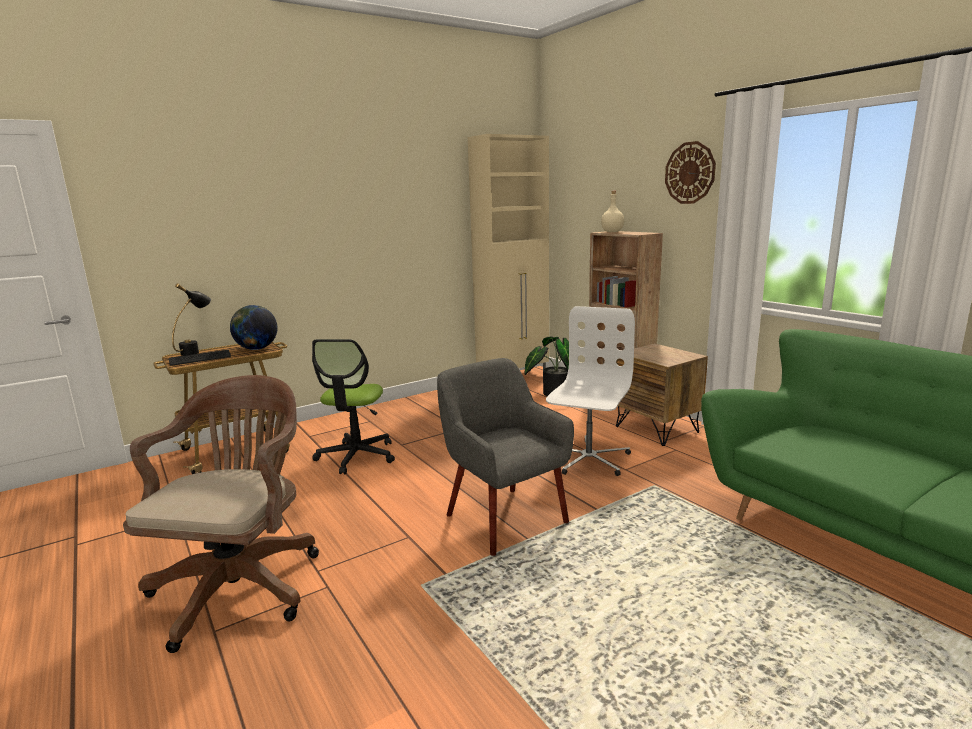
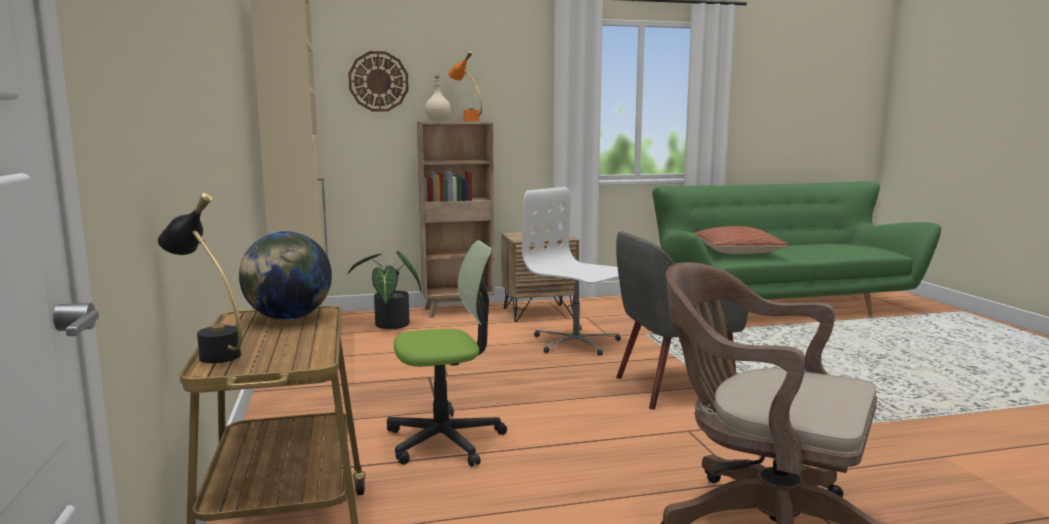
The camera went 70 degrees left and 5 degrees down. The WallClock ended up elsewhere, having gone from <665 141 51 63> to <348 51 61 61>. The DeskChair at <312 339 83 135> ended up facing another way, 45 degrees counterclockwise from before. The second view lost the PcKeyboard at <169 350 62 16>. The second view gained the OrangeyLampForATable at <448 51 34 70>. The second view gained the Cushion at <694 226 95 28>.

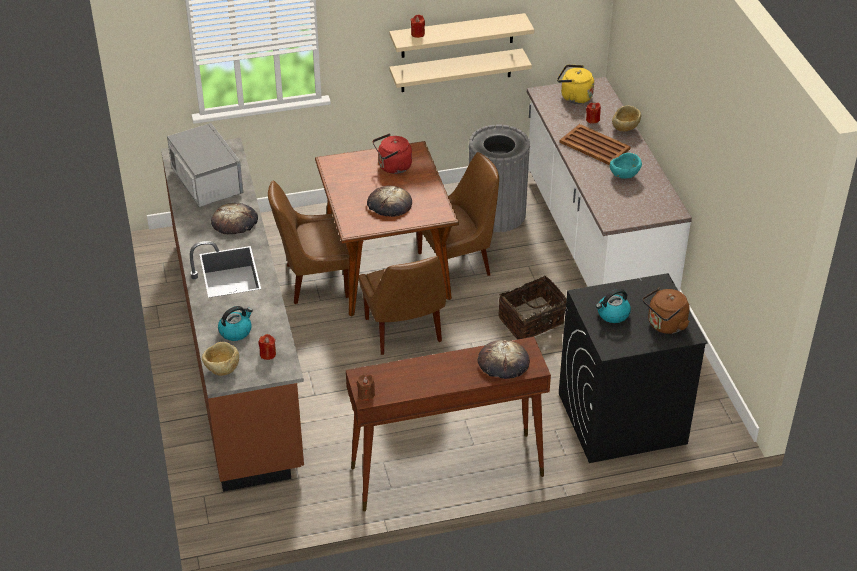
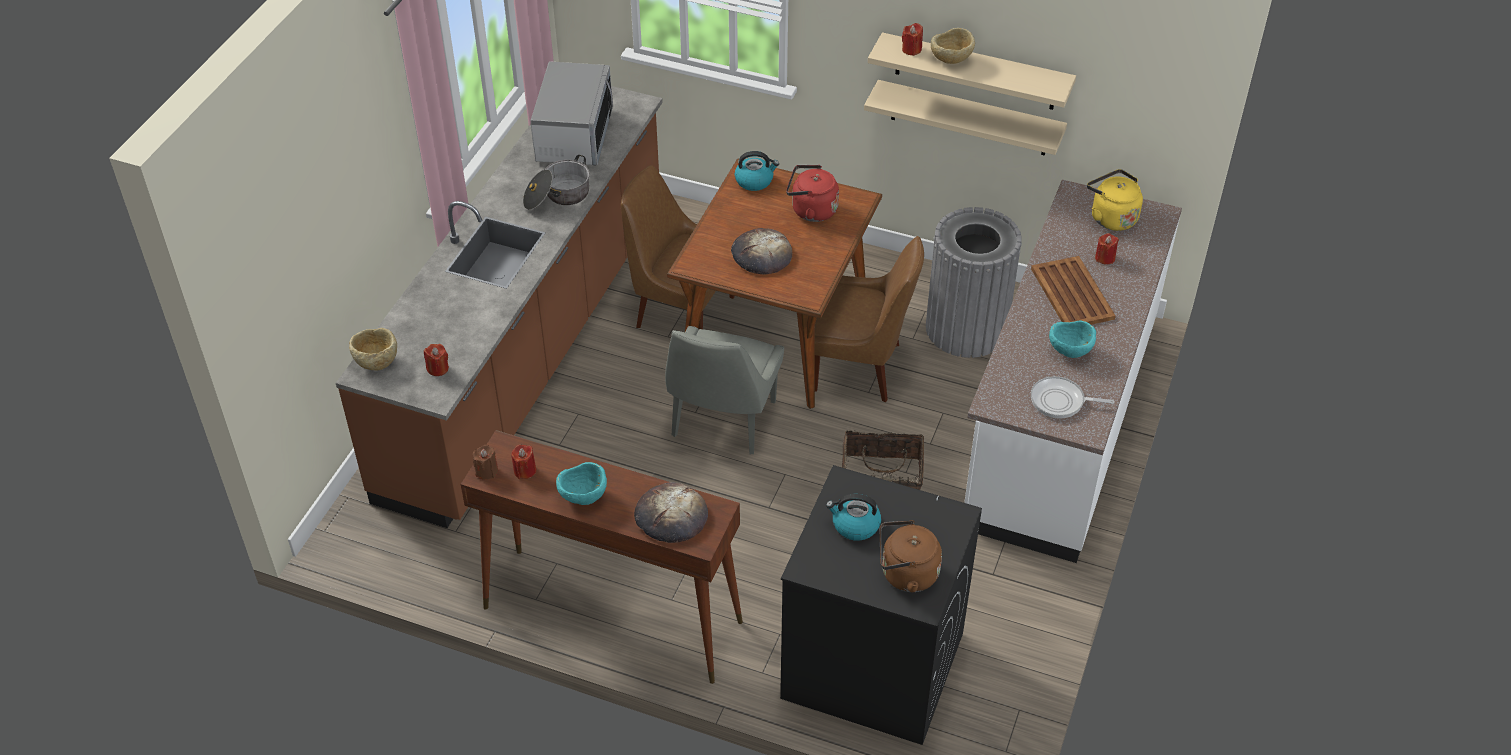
The camera went 35 degrees right and 5 degrees up. The BeigeBowl ended up elsewhere, having gone from <612 105 29 27> to <931 28 44 36>. Where the BakedBread stood at <211 203 47 31>, the Stockpot came to stand at <523 155 66 55>. What was the BrownishChair at <359 256 87 99> turned into the GrayChair at <665 326 119 128>. The WaterKettle ended up elsewhere, having gone from <218 306 35 35> to <735 151 44 40>. The second view gained the Pan at <1031 376 83 43>. The second view gained the RedColouredCandle at <511 445 25 34>. The second view gained the BlueGreenBowl at <556 462 51 43>.

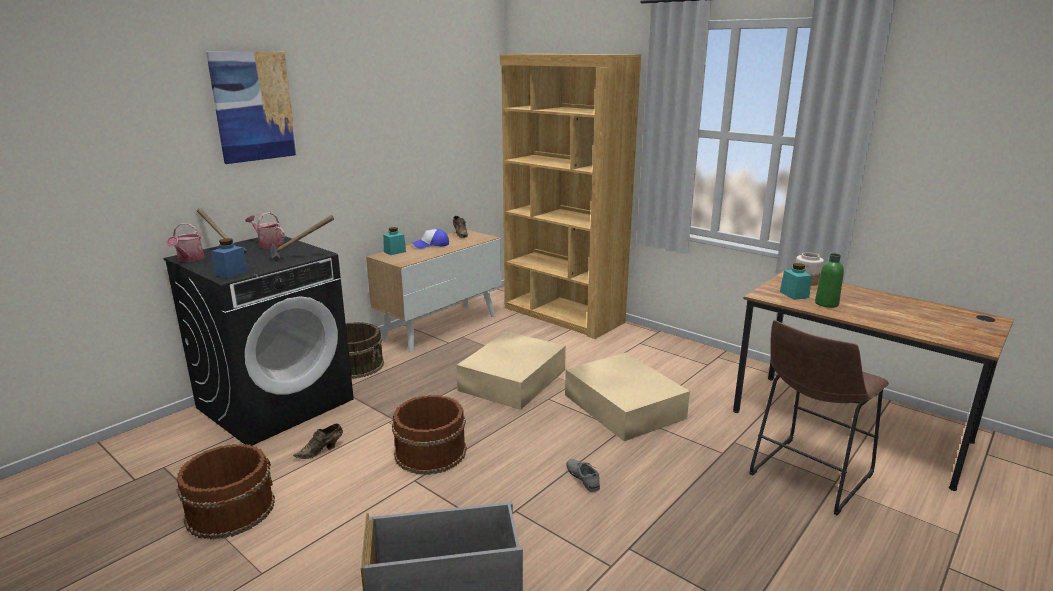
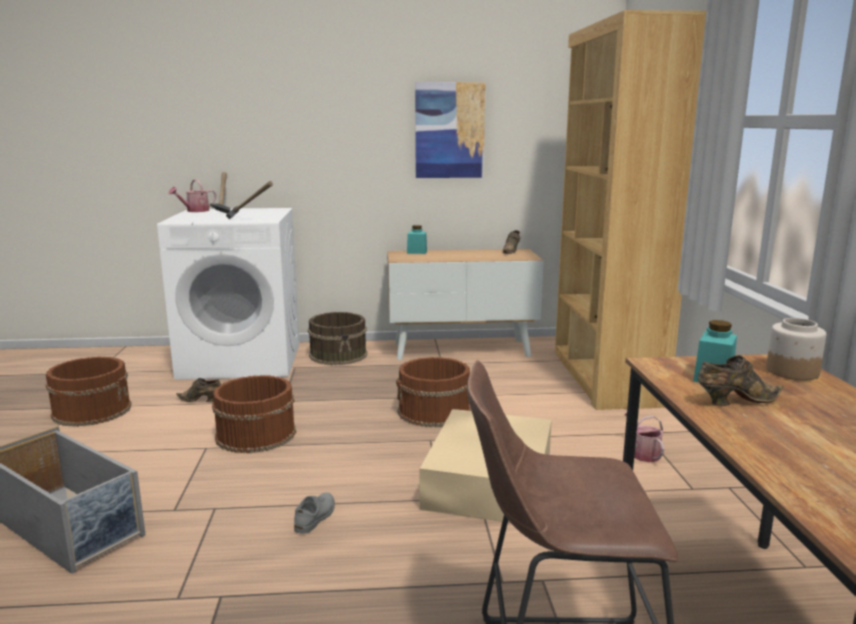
The camera went 45 degrees right and 5 degrees down. The WallArt ended up elsewhere, having gone from <206 52 91 112> to <415 82 71 96>. The WateringPot ended up elsewhere, having gone from <246 212 39 37> to <625 413 39 49>. The second view lost the BaseballCap at <413 229 36 20>. What was the BlackColouredLaundryMachine at <164 236 190 210> turned into the WhiteLaundryMachine at <157 208 143 172>. The second view lost the BlueColouredPreserveJar at <212 238 36 40>. Where the GreenColouredBeverageBottle stood at <815 253 29 55>, the BrownishLowShoe came to stand at <697 355 87 51>. Where the BeigeStorageBox stood at <457 332 109 78>, the BrownishBucket came to stand at <396 357 75 71>.

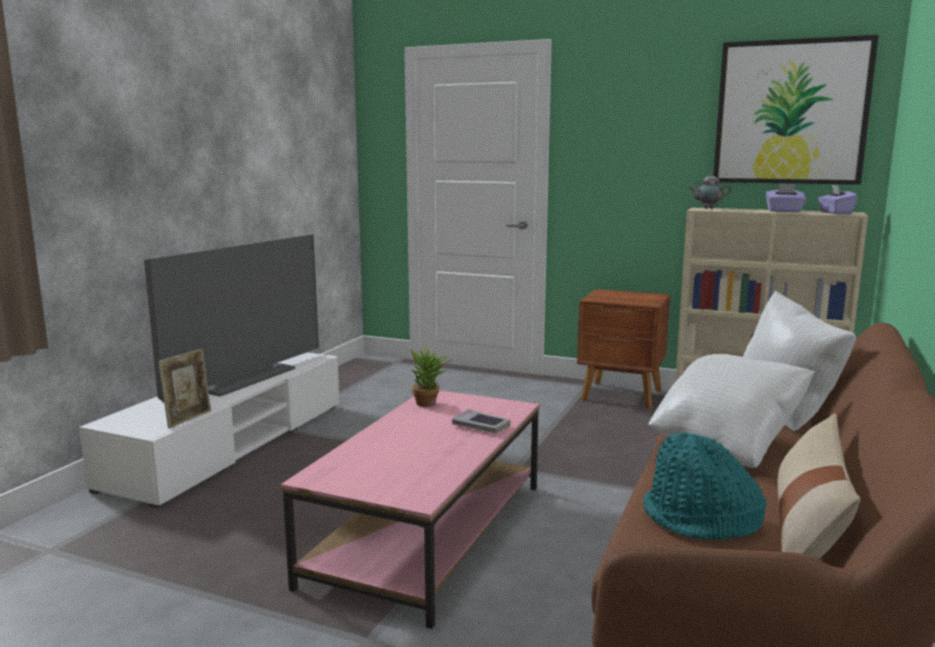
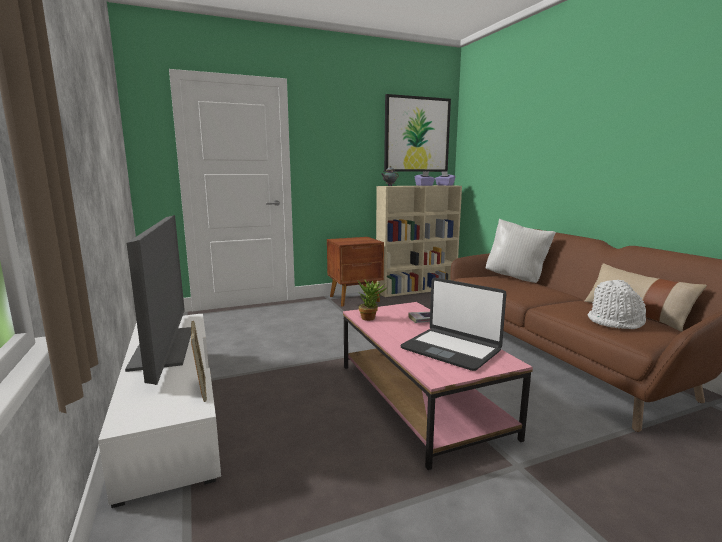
The camera went 45 degrees left and 0 degrees up. The second view lost the WhiteCushion at <649 354 166 114>. What was the BlueGreenWearableHat at <643 432 124 108> turned into the WhiteWearableHat at <588 280 58 49>. The second view gained the PortableComputer at <400 278 106 93>.

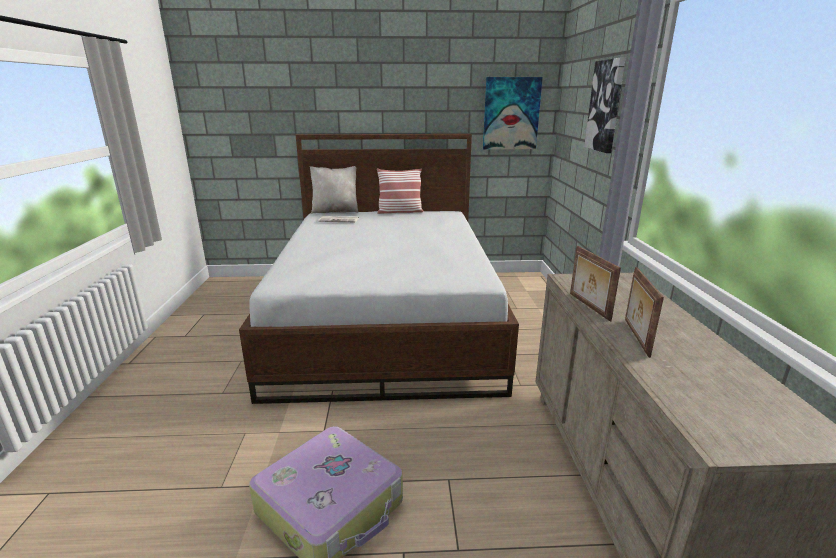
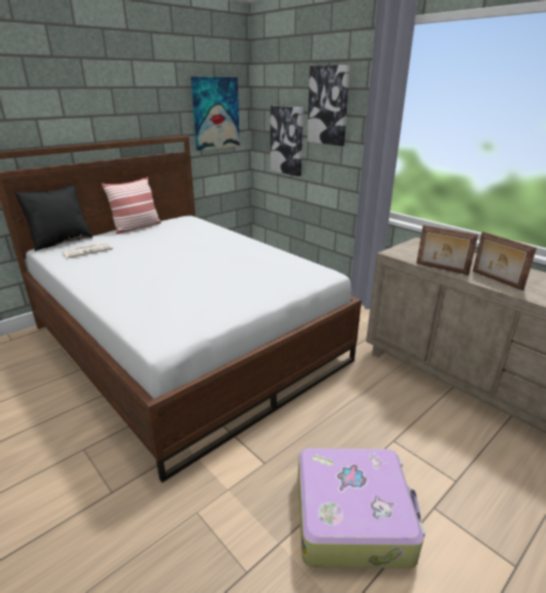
The camera went 40 degrees left and 5 degrees up. What was the BeigeCushion at <310 166 48 48> turned into the BlackColouredCushion at <15 184 78 67>. The second view gained the WallArt at <270 106 33 70>.

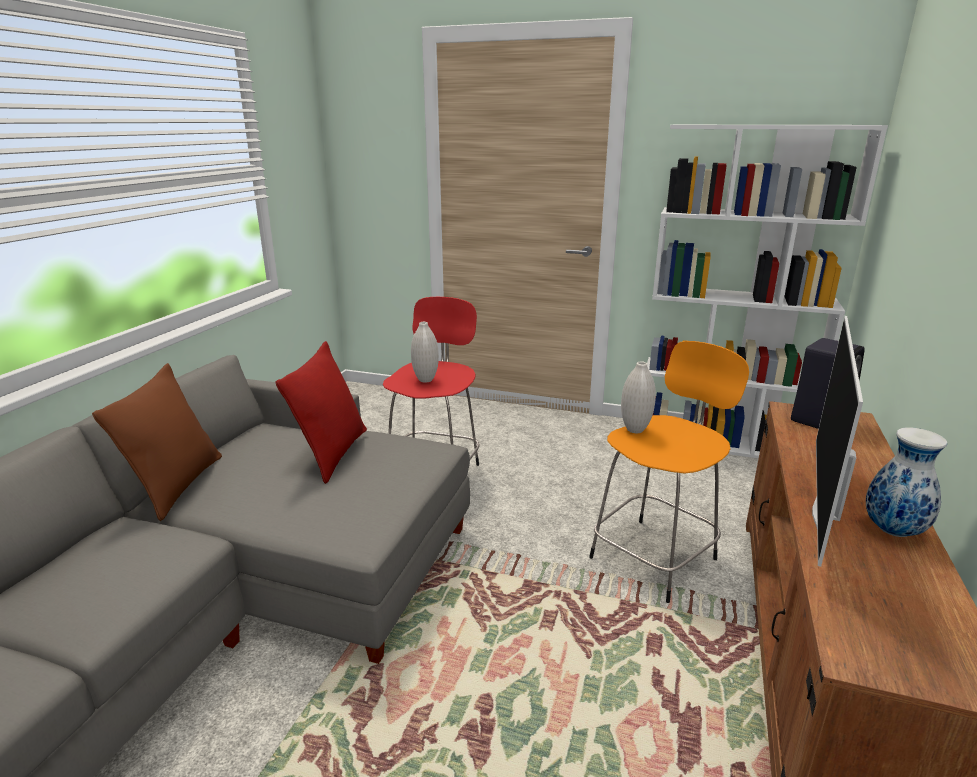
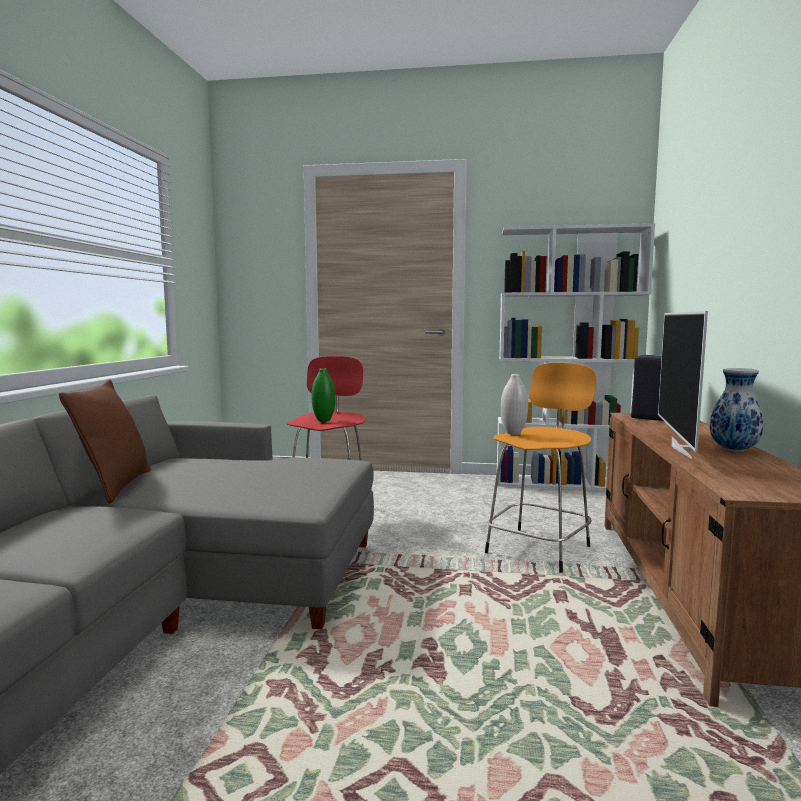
The camera went 10 degrees left and 15 degrees down. What was the WhiteDecorativeVase at <411 322 28 61> turned into the GreenColouredDecorativeVase at <311 368 25 54>. The second view lost the RedColouredCushion at <275 341 92 143>.

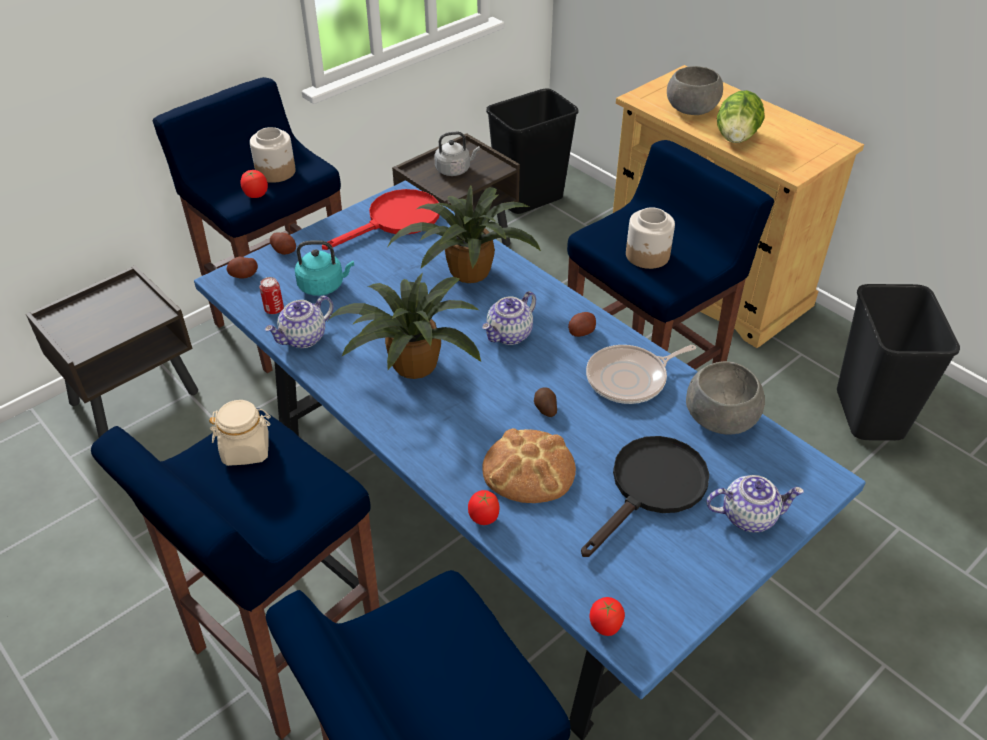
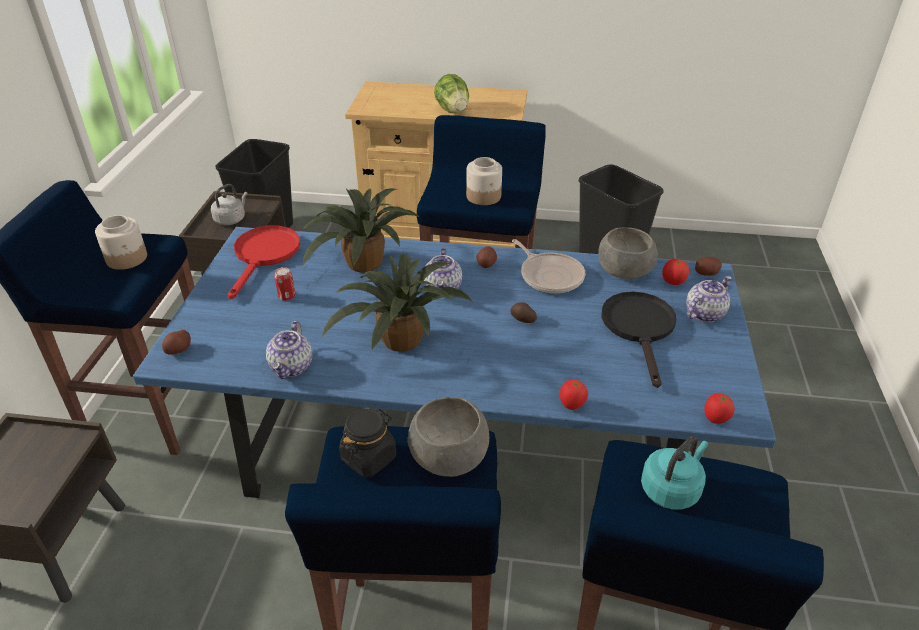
The camera went 40 degrees left and 5 degrees down. The GrayBowl ended up elsewhere, having gone from <667 66 56 49> to <408 397 81 80>. The FreshTomato ended up elsewhere, having gone from <240 170 28 28> to <662 259 27 26>. The Potato ended up elsewhere, having gone from <270 232 26 23> to <695 257 27 19>. The BlueGreenWaterKettle ended up elsewhere, having gone from <295 240 59 56> to <641 436 67 74>. The MetalCan ended up elsewhere, having gone from <260 277 24 37> to <274 267 22 34>. The Pan at <586 345 110 59> ended up facing another way, 60 degrees counterclockwise from before. What was the BeigePreserveJar at <209 400 62 66> turned into the BlackColouredPreserveJar at <339 409 57 68>. The second view lost the BakedBread at <482 428 94 75>.

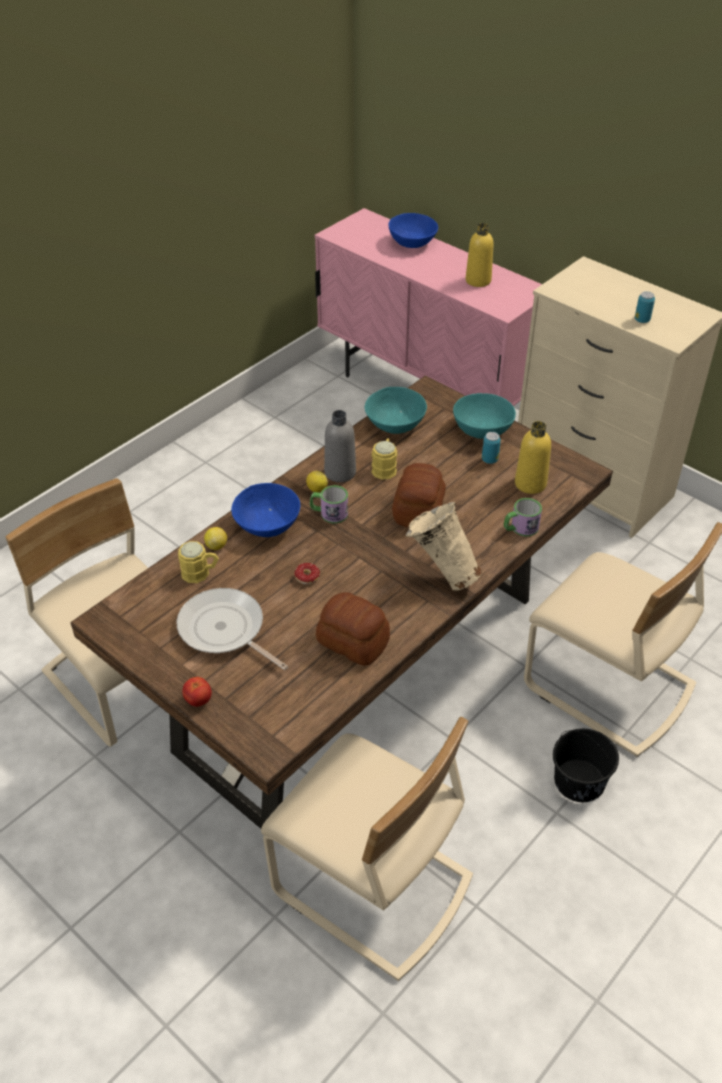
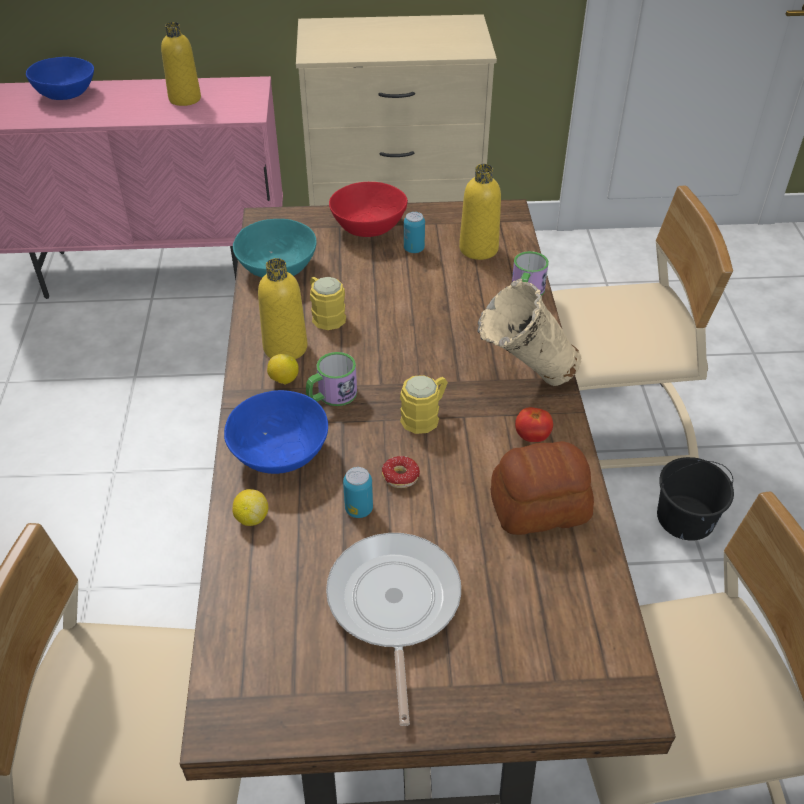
The camera went 45 degrees left and 0 degrees up. The MetalCan ended up elsewhere, having gone from <635 291 20 32> to <343 467 30 51>. What was the BlueGreenBowl at <453 393 63 46> turned into the RedColouredBowl at <329 182 79 55>. What was the GrayBeverageBottle at <324 410 32 72> turned into the YellowColouredBeverageBottle at <258 258 50 101>. The second view lost the BakedBread at <392 463 54 65>. The YellowColouredTeaMug ended up elsewhere, having gone from <178 541 41 42> to <400 375 48 59>. The Pan at <176 588 112 82> ended up facing another way, 90 degrees clockwise from before. The FreshTomato ended up elsewhere, having gone from <182 677 30 30> to <515 407 38 35>.

